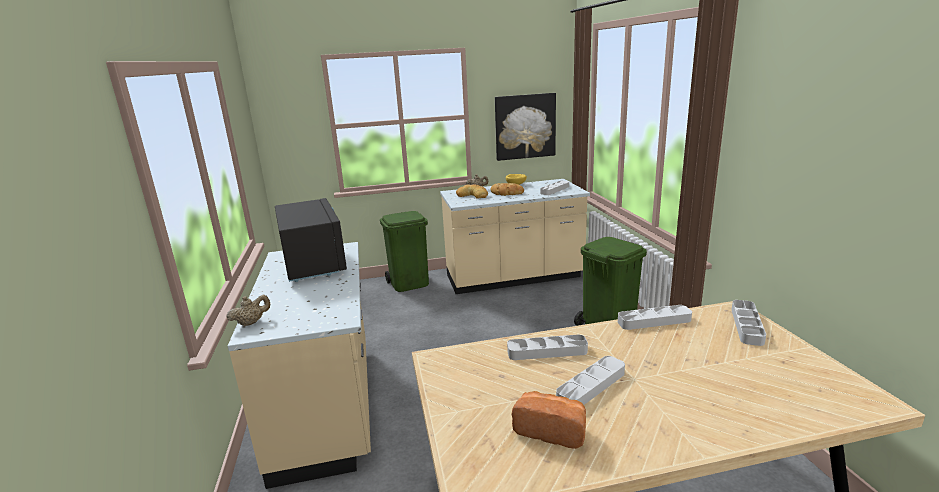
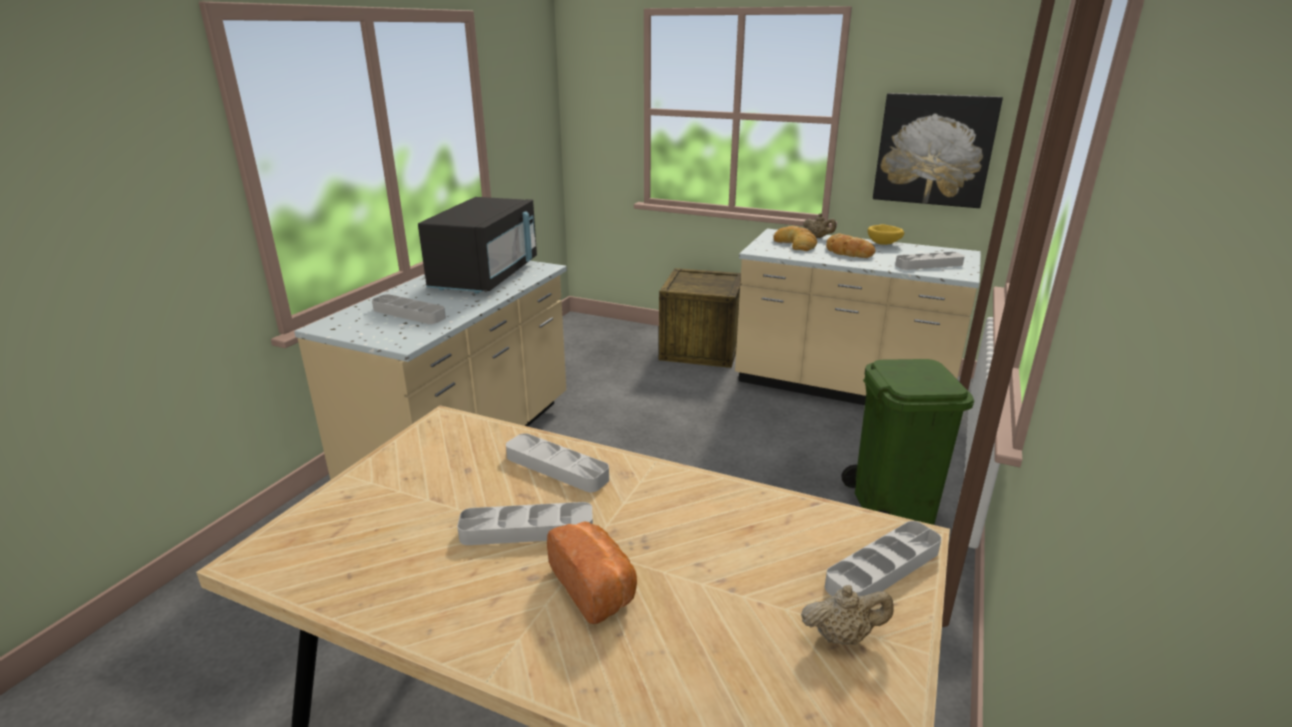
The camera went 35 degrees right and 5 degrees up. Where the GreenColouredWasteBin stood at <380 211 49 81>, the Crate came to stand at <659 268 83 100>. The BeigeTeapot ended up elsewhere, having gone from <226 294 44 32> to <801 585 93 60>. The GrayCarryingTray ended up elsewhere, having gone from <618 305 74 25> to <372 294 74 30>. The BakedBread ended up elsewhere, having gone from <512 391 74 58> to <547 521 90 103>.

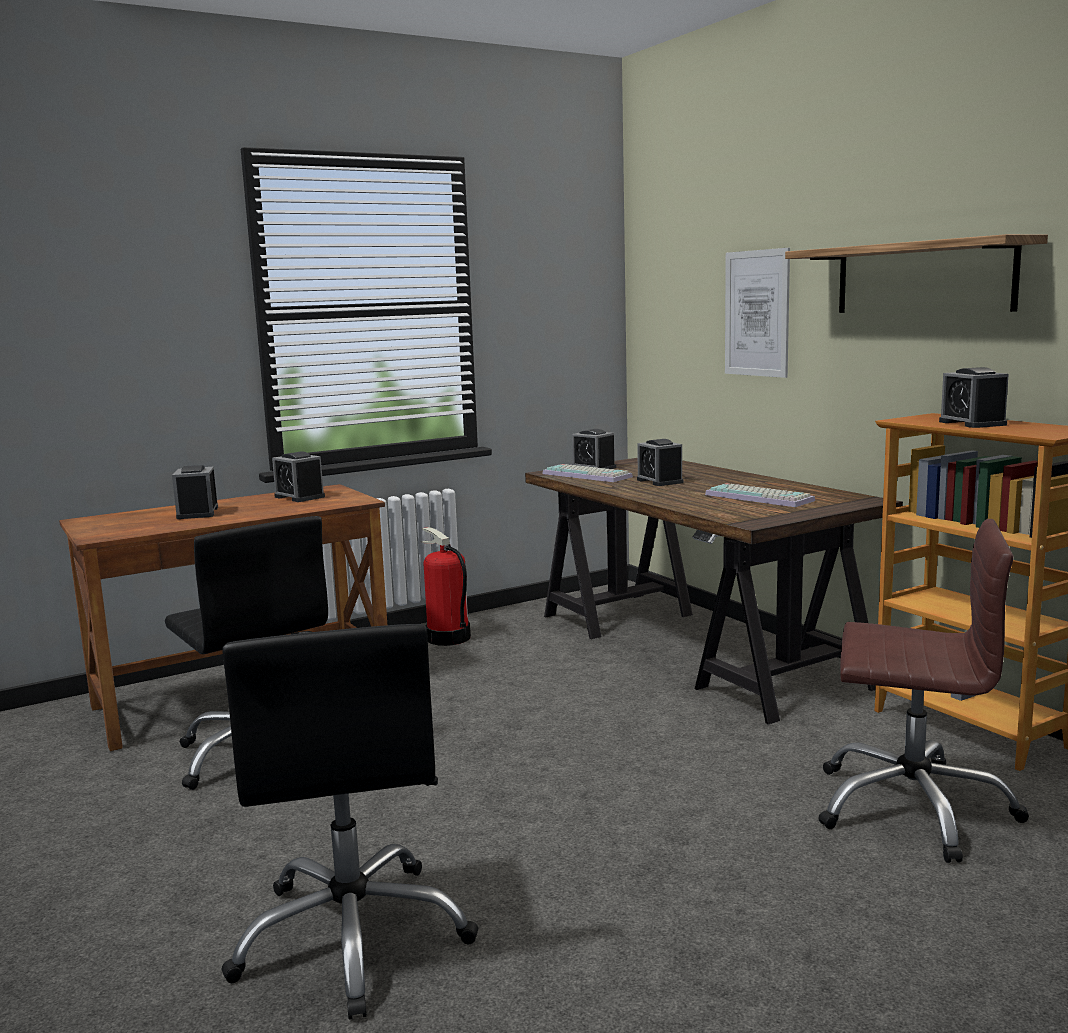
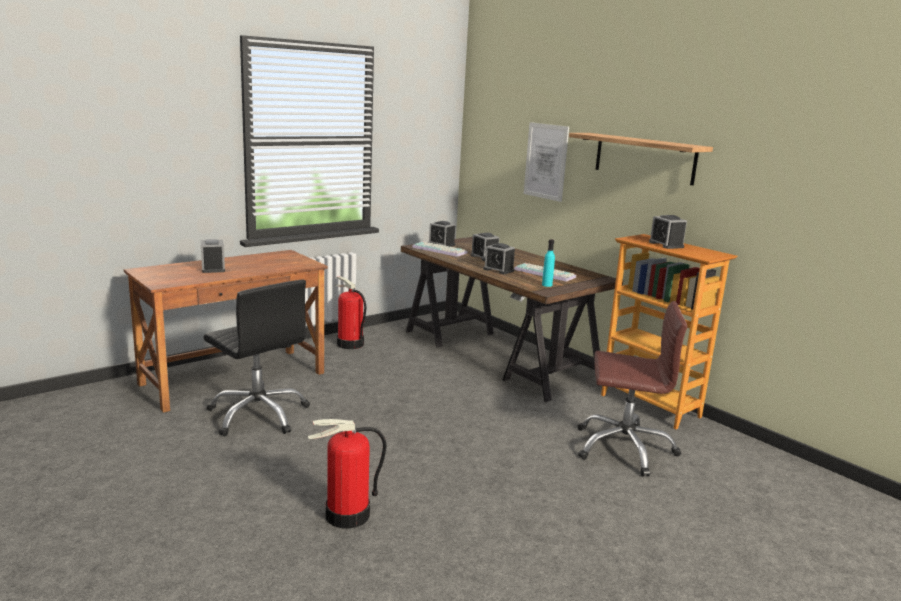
The camera went 10 degrees left and 5 degrees up. The AlarmClock ended up elsewhere, having gone from <272 451 53 51> to <483 243 32 31>. Where the BlackColouredDeskChair stood at <221 624 257 396>, the FireExtinguisher came to stand at <307 419 79 109>. The second view gained the BlueGreenBeverageBottle at <542 239 13 48>.

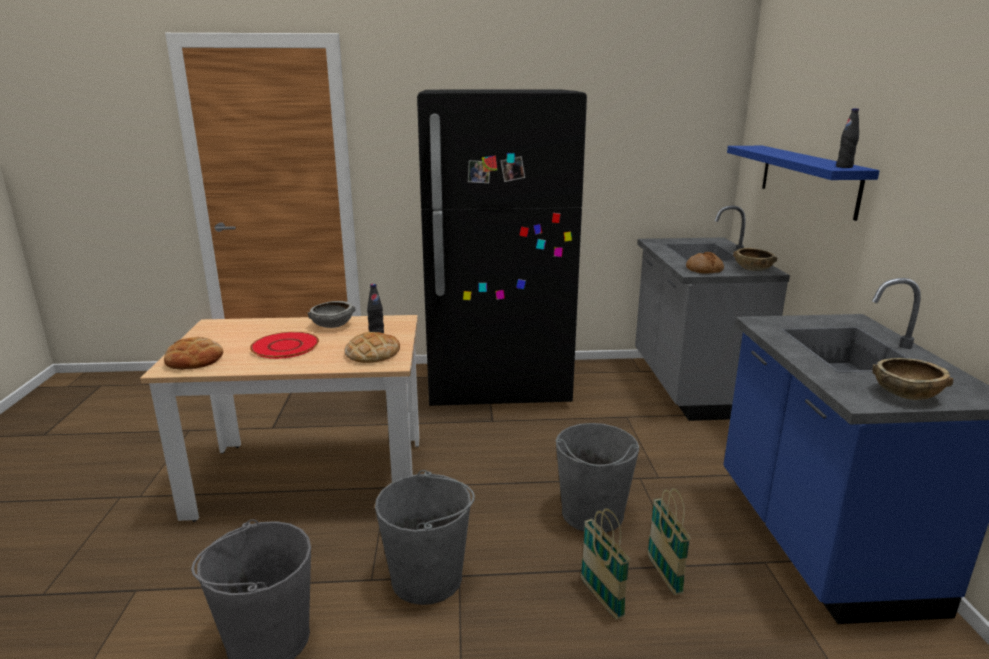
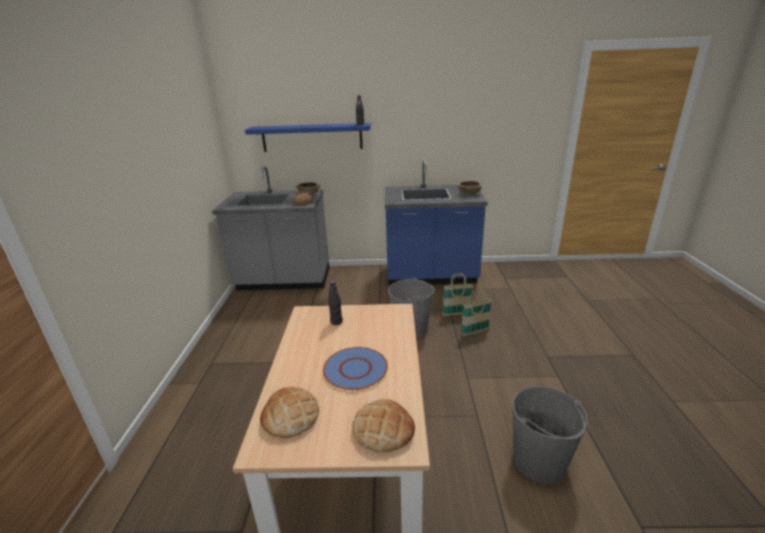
The camera went 85 degrees left and 5 degrees up. The second view lost the BlackColouredRefrigerator at <417 90 170 316>. The second view lost the GrayBowl at <308 301 48 27>. What was the RedColouredPlate at <250 332 69 27> turned into the BlueColouredPlate at <323 347 65 43>. The BakedBread ended up elsewhere, having gone from <344 332 56 31> to <260 387 59 51>. The second view lost the GrayBucket at <375 470 100 135>.

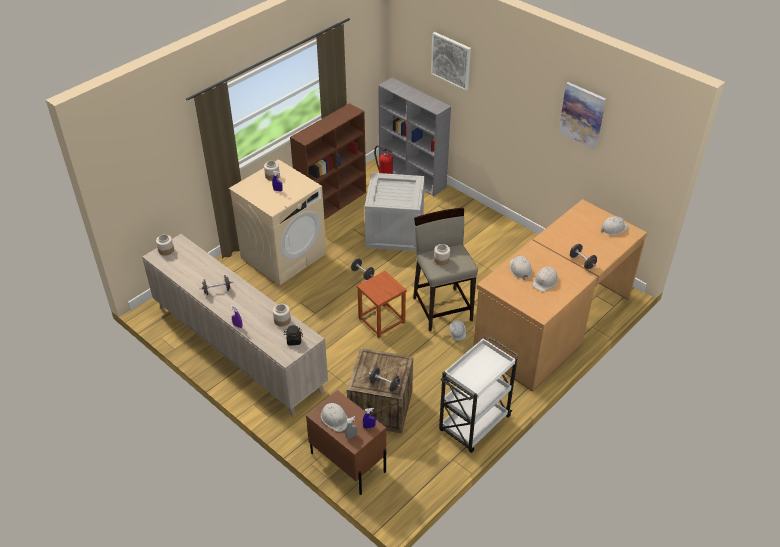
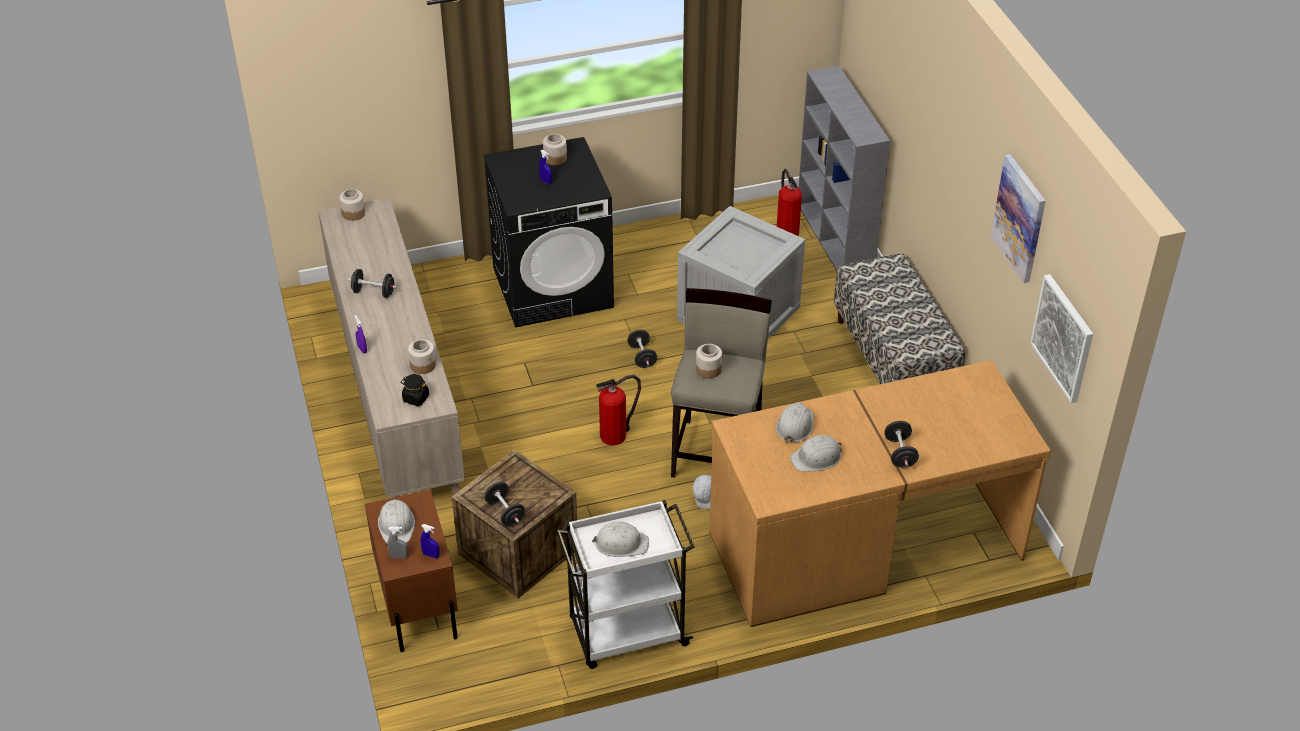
The camera went 30 degrees right and 0 degrees up. The WallArt ended up elsewhere, having gone from <431 32 40 59> to <1030 274 63 129>. The second view lost the BrownishBookshelf at <290 103 76 117>. What was the BeigeLaundryMachine at <229 159 98 126> turned into the BlackColouredLaundryMachine at <484 137 130 190>. The WhiteHardHat ended up elsewhere, having gone from <601 216 28 20> to <592 521 57 36>. Where the BrownishStoolSeat stood at <357 271 50 67>, the FireExtinguisher came to stand at <596 375 45 71>. The second view gained the Bench at <834 253 131 131>.

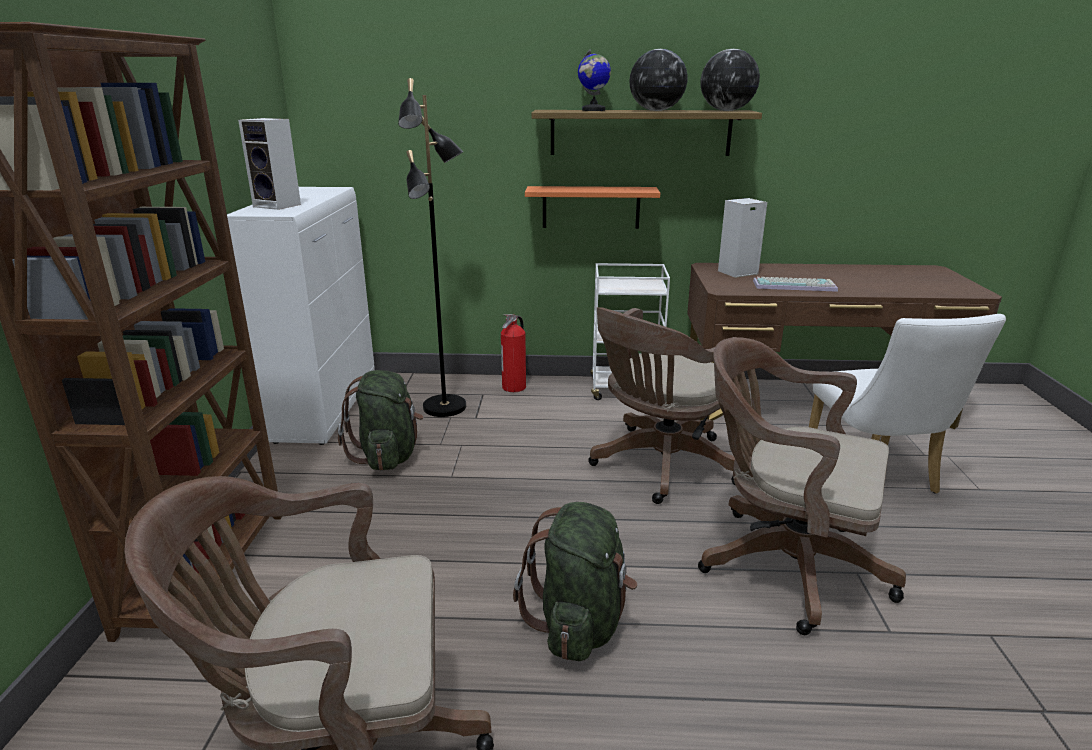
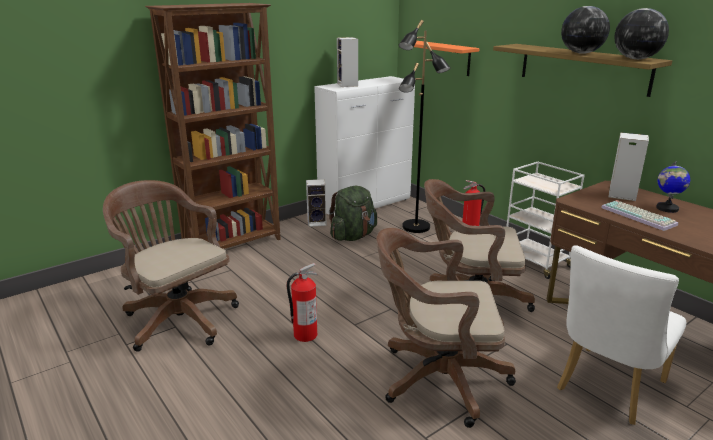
The camera went 50 degrees right and 0 degrees up. The WorldGlobe ended up elsewhere, having gone from <578 49 33 62> to <656 161 34 52>. The OrangeyBracketShelf ended up elsewhere, having gone from <525 186 135 43> to <414 41 66 35>. The BrownishDeskChair at <698 337 208 298> ended up facing another way, 75 degrees counterclockwise from before. Where the GreenColouredRucksack stood at <513 502 124 159>, the FireExtinguisher came to stand at <287 263 31 79>. The second view gained the AudioSpeaker at <306 179 21 48>.

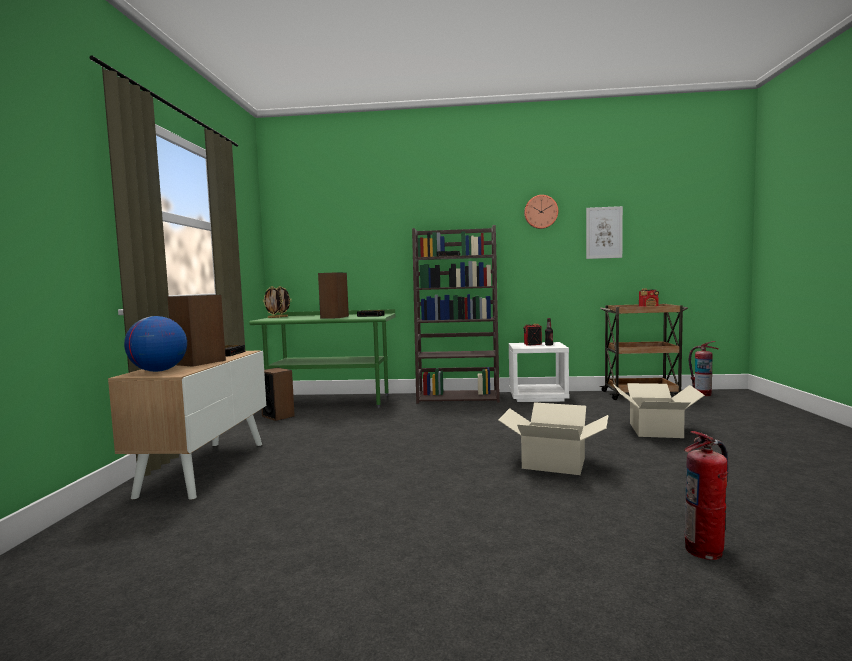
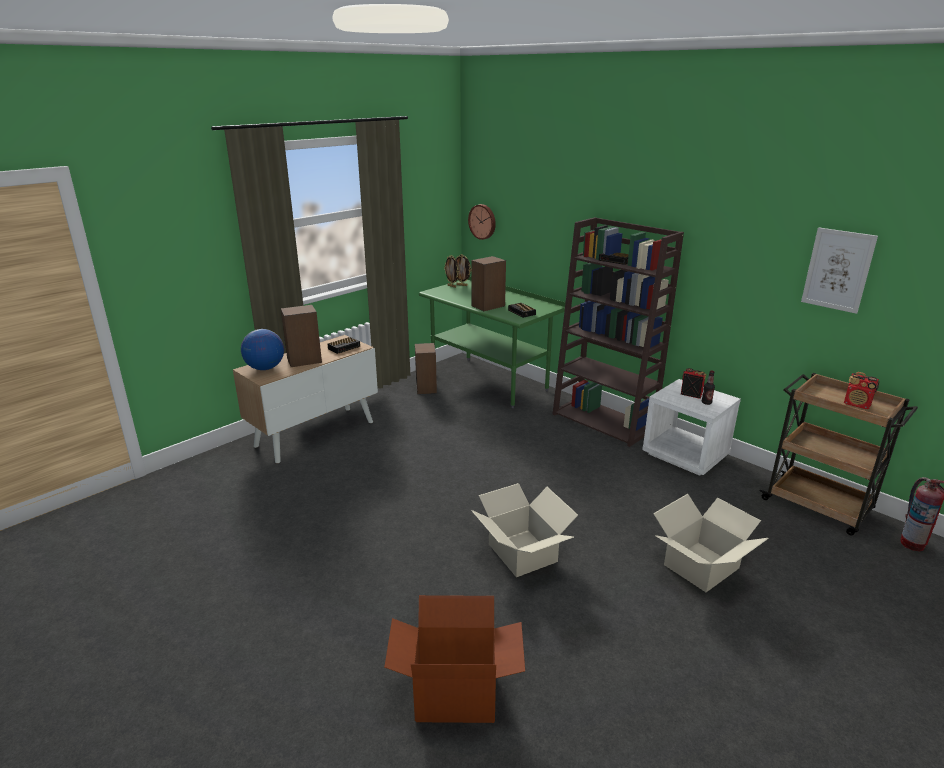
The camera went 40 degrees right and 20 degrees up. The WallClock ended up elsewhere, having gone from <524 195 34 34> to <468 204 28 36>. Where the FireExtinguisher stood at <684 431 45 129>, the Carton came to stand at <384 595 141 128>.

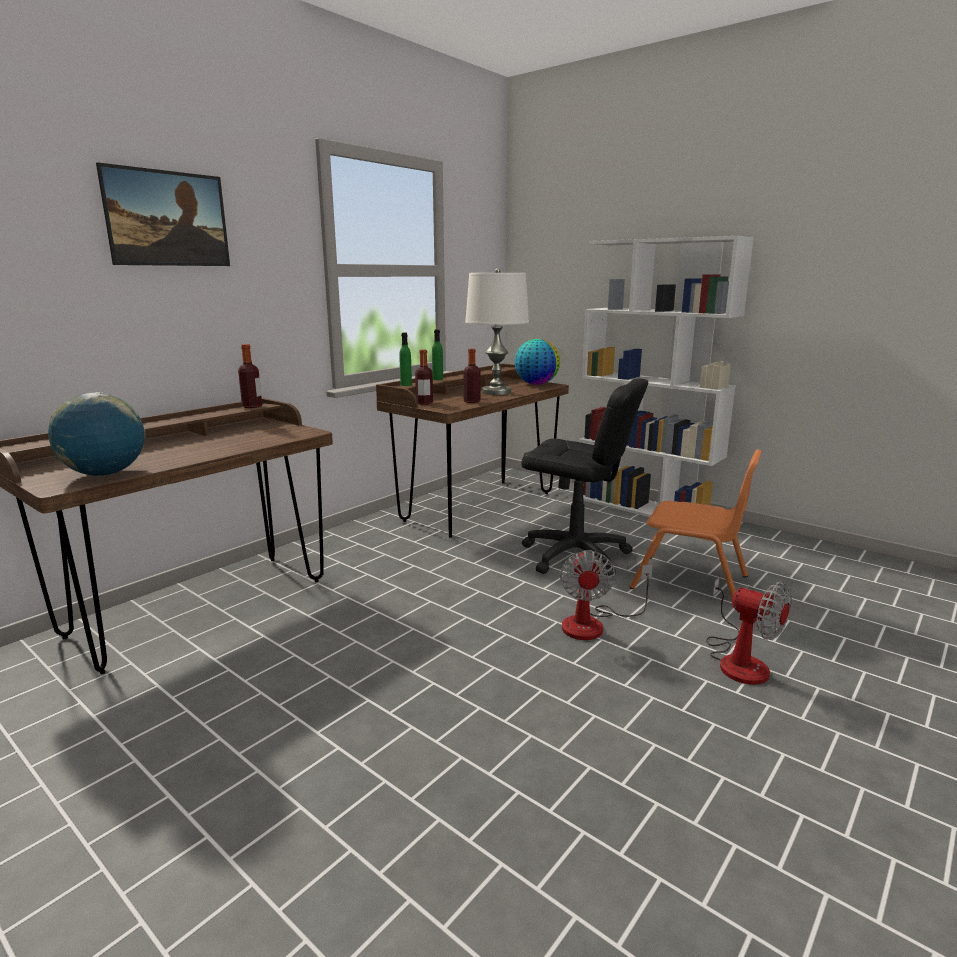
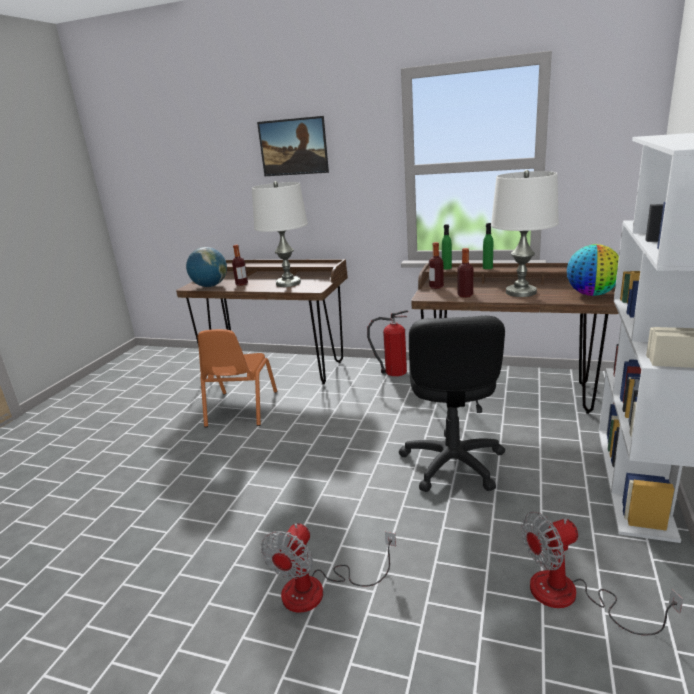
The camera went 70 degrees right and 5 degrees up. The BeverageBottle ended up elsewhere, having gone from <238 344 24 64> to <232 245 16 41>. The OrangeyChair ended up elsewhere, having gone from <629 449 133 149> to <198 329 79 99>. The Fan ended up elsewhere, having gone from <560 550 93 90> to <521 511 162 124>. The second view gained the WhiteLampForATable at <252 181 56 106>. The second view gained the FireExtinguisher at <367 310 41 66>.

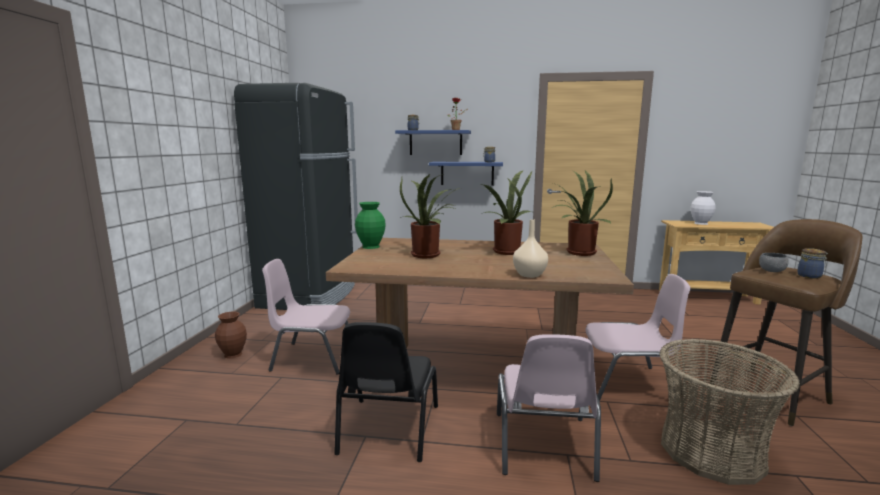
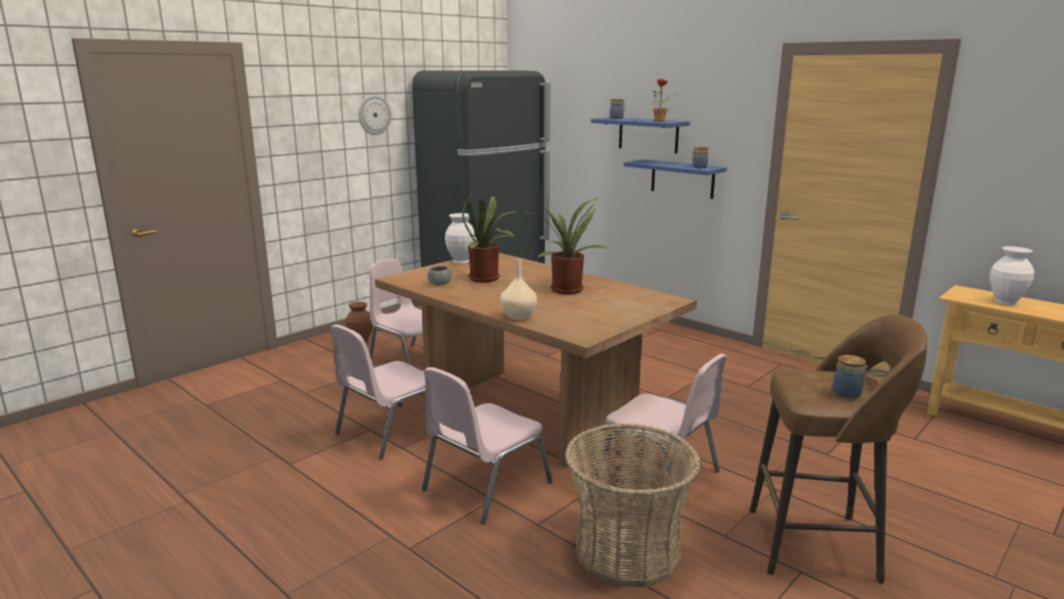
The camera went 35 degrees right and 5 degrees up. The second view lost the PlantInAPot at <552 170 61 86>. What was the GreenColouredDecorativeVase at <355 202 31 47> turned into the WhiteDecorativeVase at <445 213 32 50>. The GrayBowl ended up elsewhere, having gone from <759 253 30 19> to <427 266 24 19>. What was the BlackColouredChair at <334 322 104 140> turned into the PinkishChair at <331 324 95 136>. The second view gained the WallClock at <359 95 32 40>.

